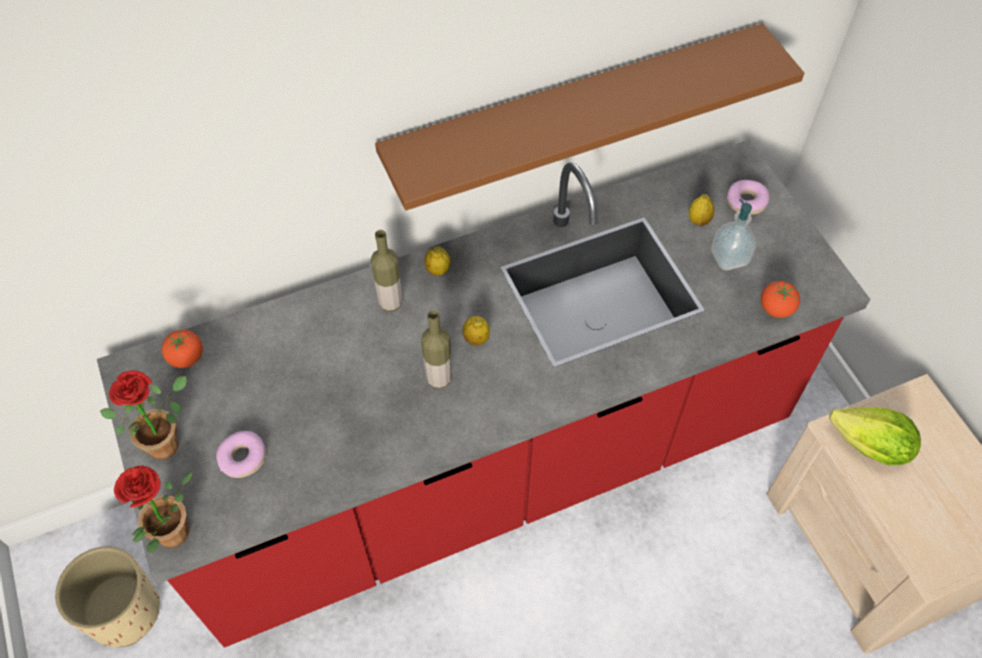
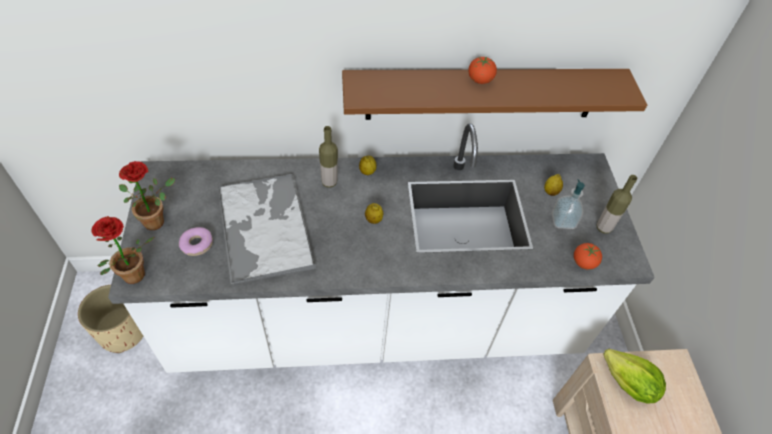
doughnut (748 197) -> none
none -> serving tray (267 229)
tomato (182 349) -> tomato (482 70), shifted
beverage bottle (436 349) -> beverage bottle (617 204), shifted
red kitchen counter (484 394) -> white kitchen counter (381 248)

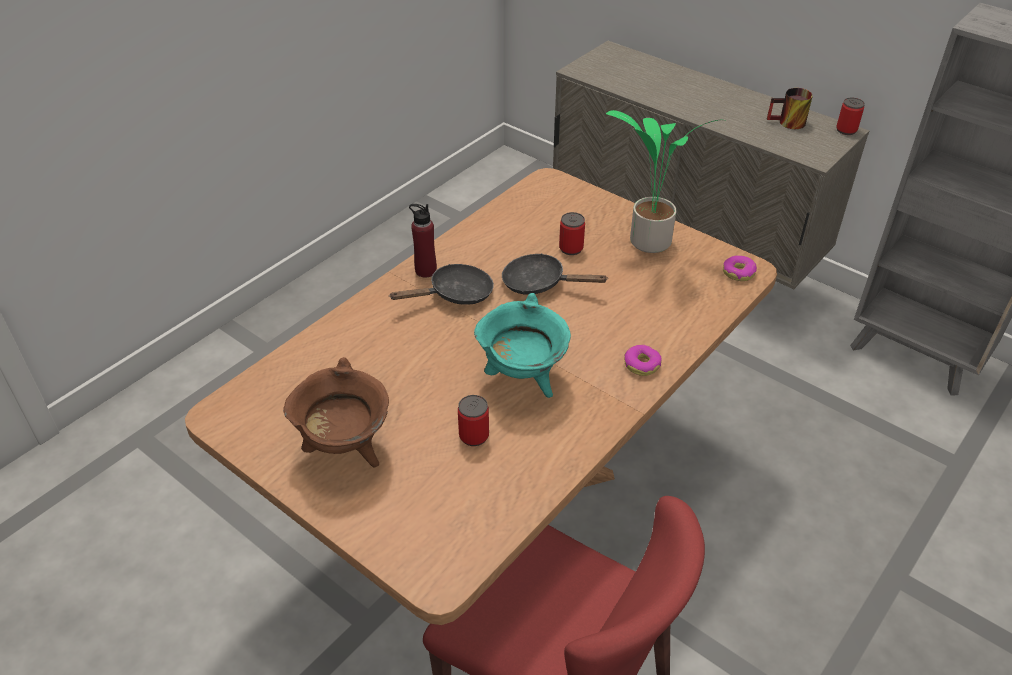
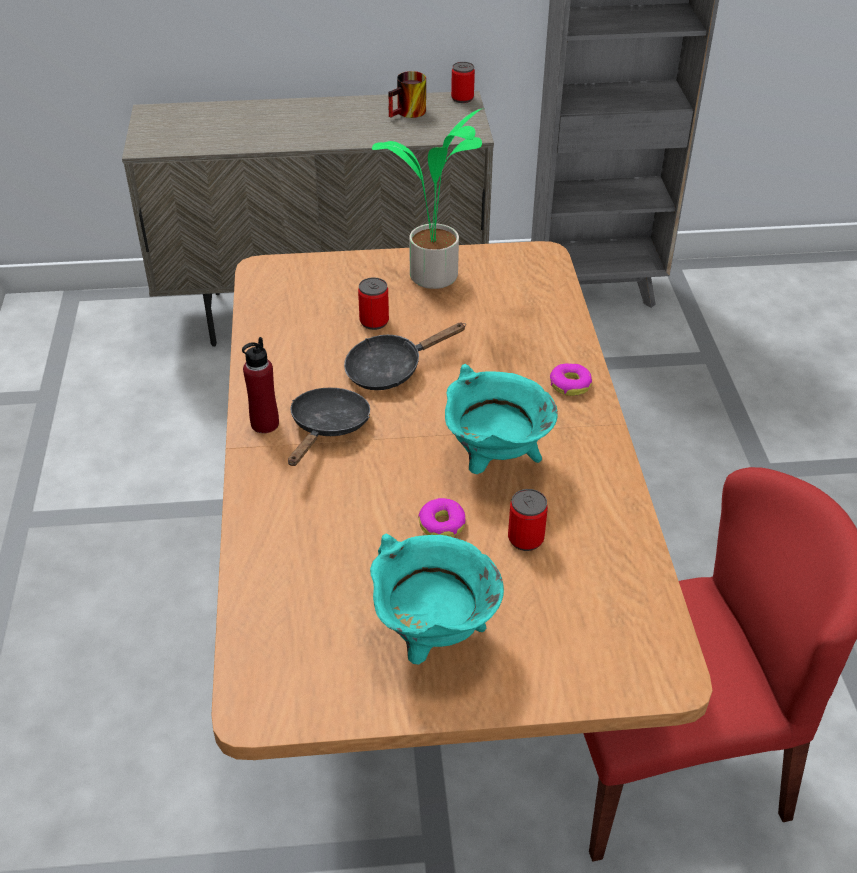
doughnut (740 268) -> doughnut (441 517), shifted
brown-coloured cooking pot (336 412) -> blue-green cooking pot (437 599)

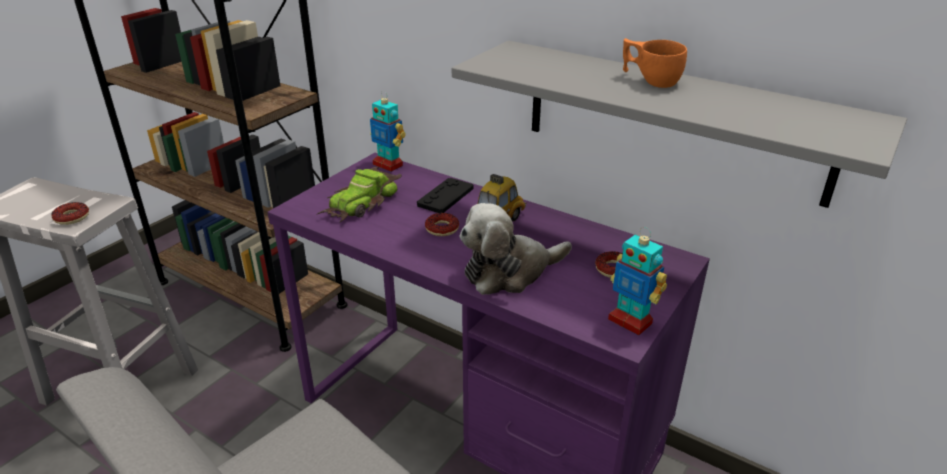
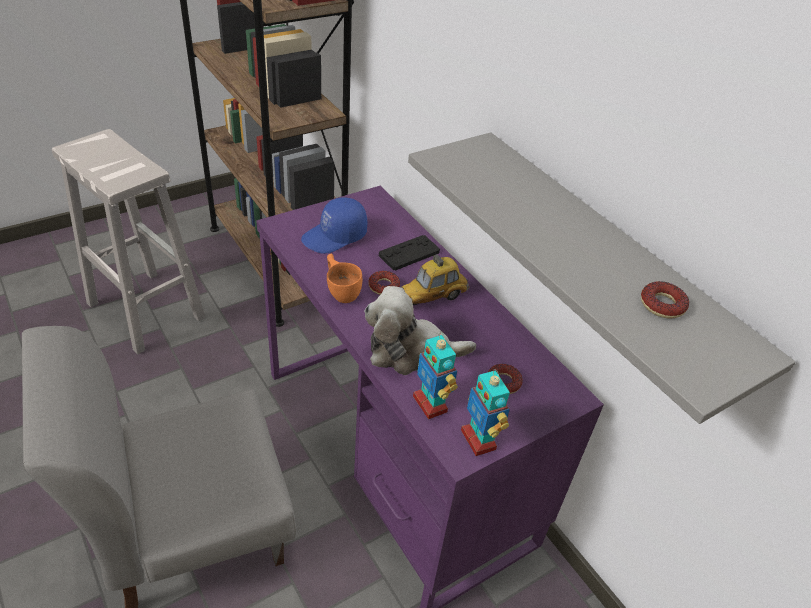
doughnut (70 213) -> doughnut (665 299), shifted
model robot (388 131) -> model robot (435 376), shifted
orange-coloured drinking cup (655 63) -> orange-coloured drinking cup (344 278), shifted
model car (359 195) -> bluish peaked cap (334 225)

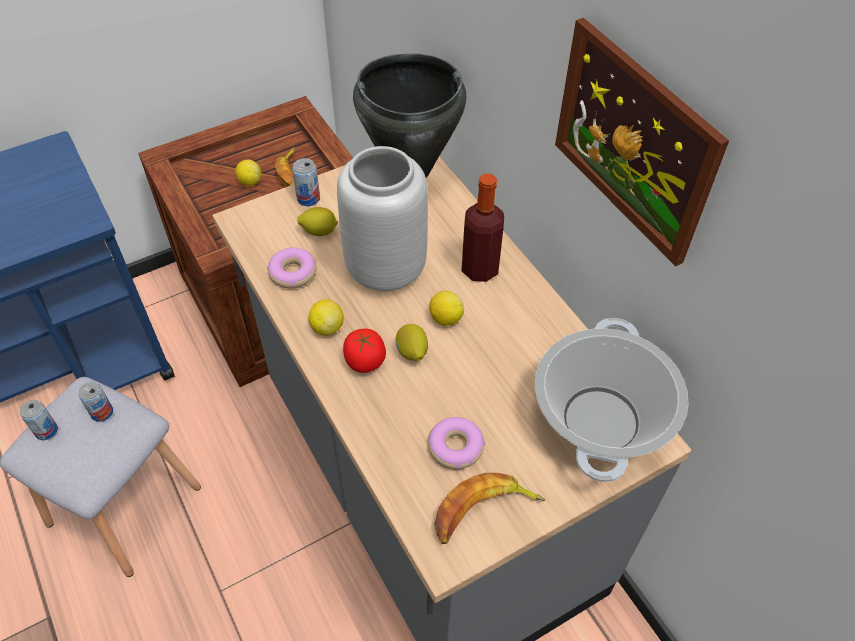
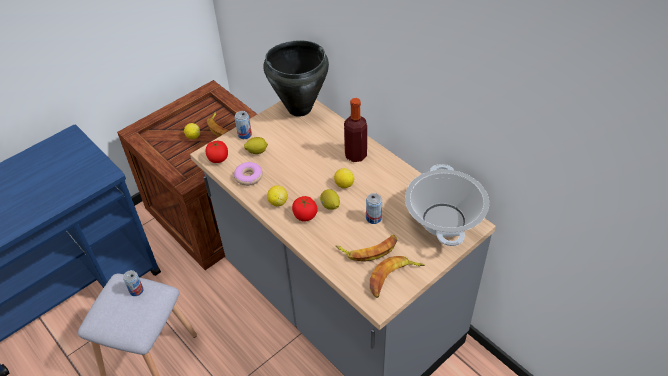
gray decorative vase (382 218) -> none
wall art (642 141) -> none
none -> tomato (217 152)
can (39 420) -> can (374 208), shifted
doughnut (456 443) -> banana (366 248)

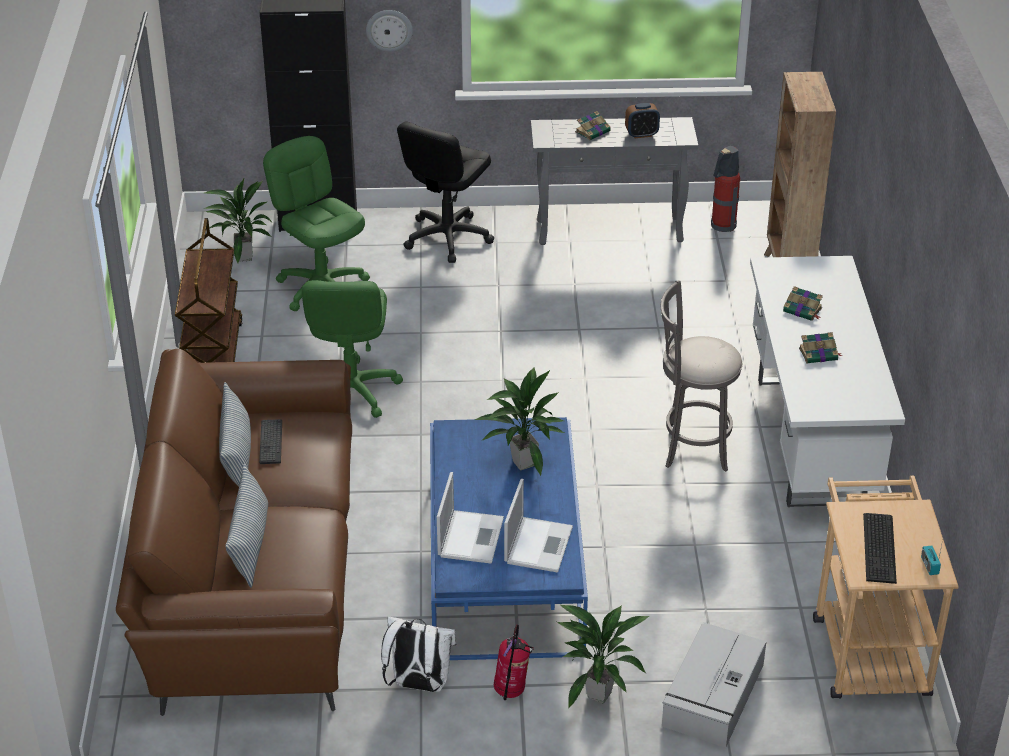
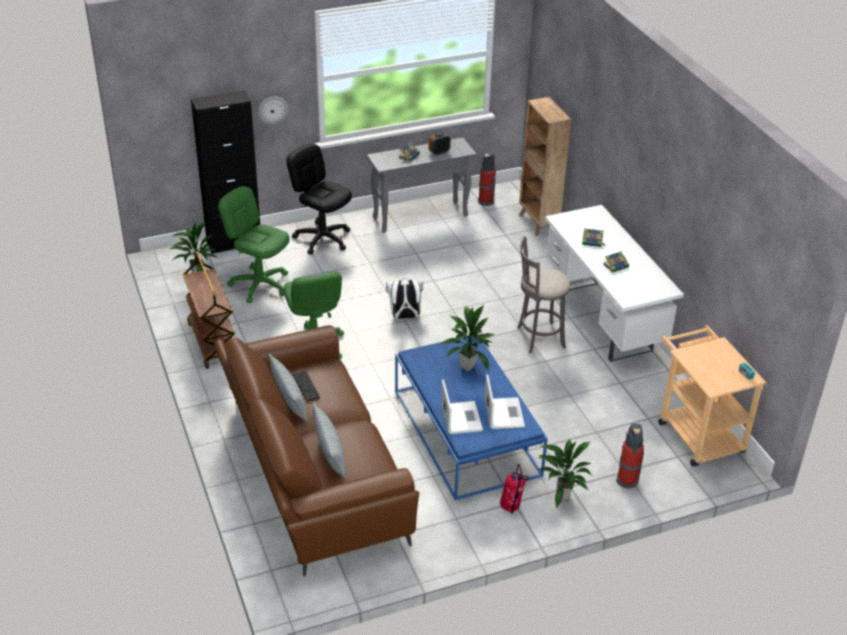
PC keyboard (880 548) -> none
white knapsack (419 654) -> white knapsack (404 298), shifted
gray storage bin (714 684) -> fire extinguisher (630 456)
black-coloured office chair (445 192) -> black-coloured office chair (319 199), 120 degrees clockwise

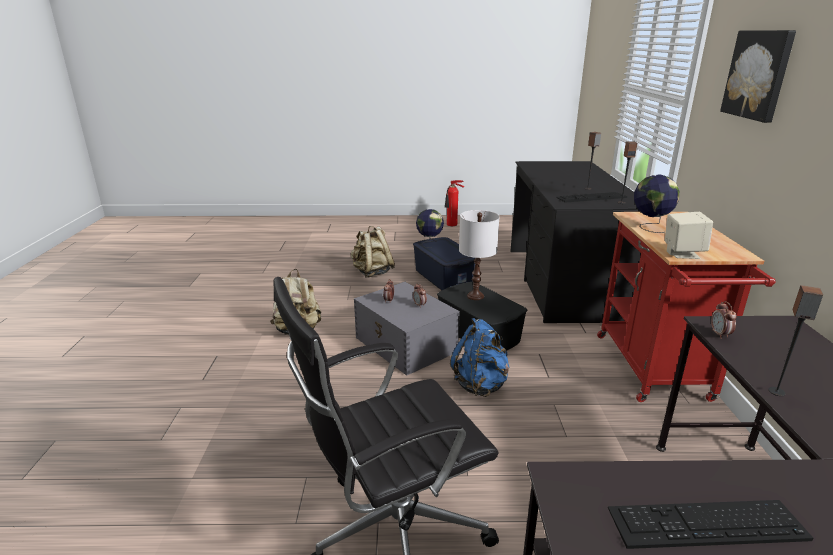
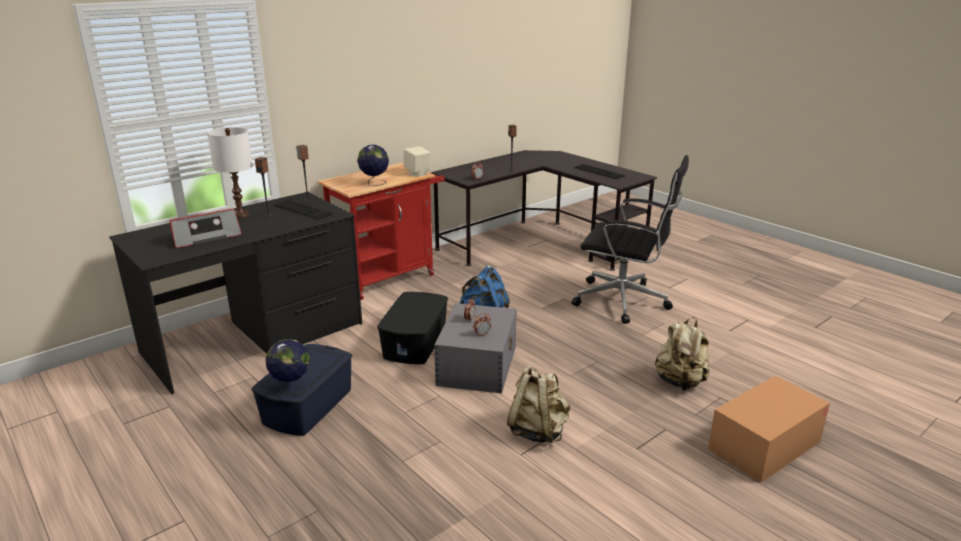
fire extinguisher (454 203) -> none
wall art (758 76) -> none
none -> radio receiver (206 228)
none -> packing box (769 429)
beige knapsack (373 252) -> beige knapsack (682 354), shifted
white lamp for a table (479 255) -> white lamp for a table (230 172), shifted

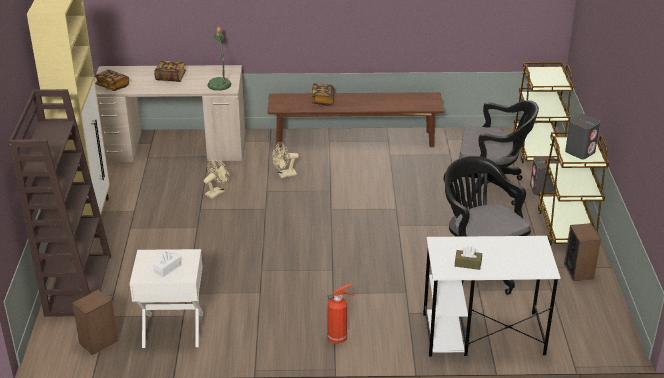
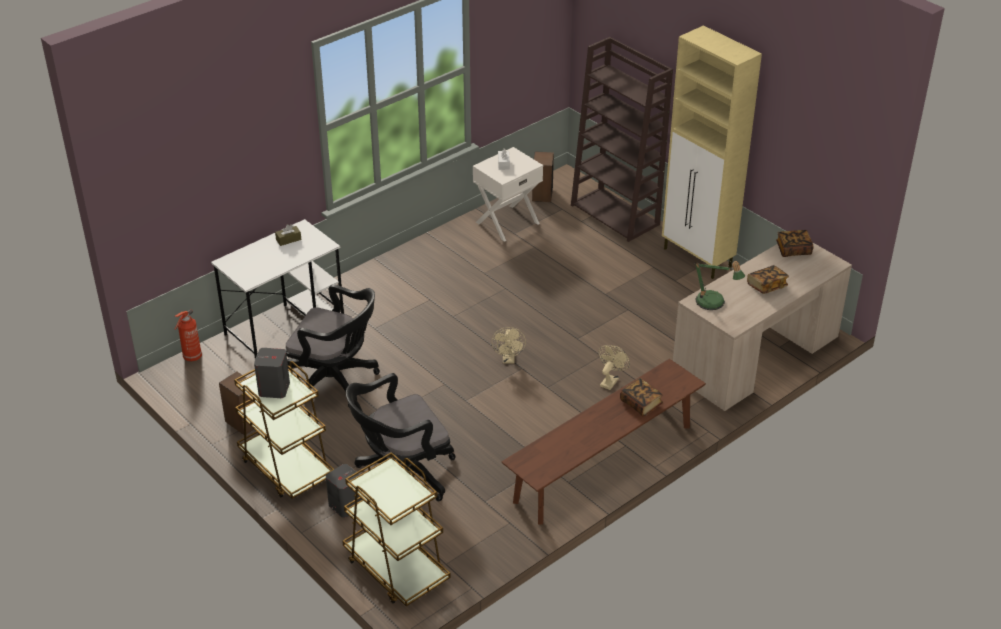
beige fan (216 179) -> beige fan (509 345), shifted
fire extinguisher (341 314) -> fire extinguisher (188 336), shifted

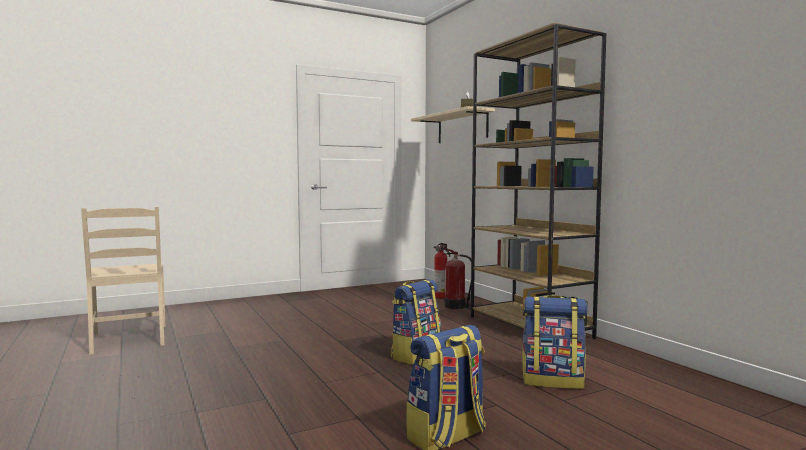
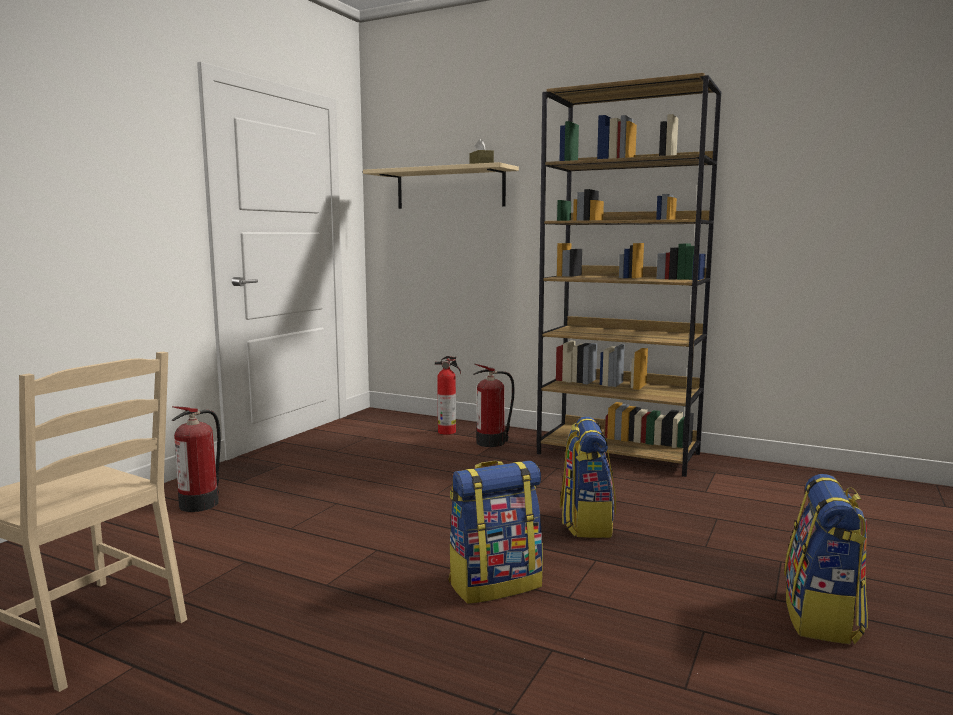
none -> fire extinguisher (196 459)
knapsack (554 342) -> knapsack (495 532), shifted

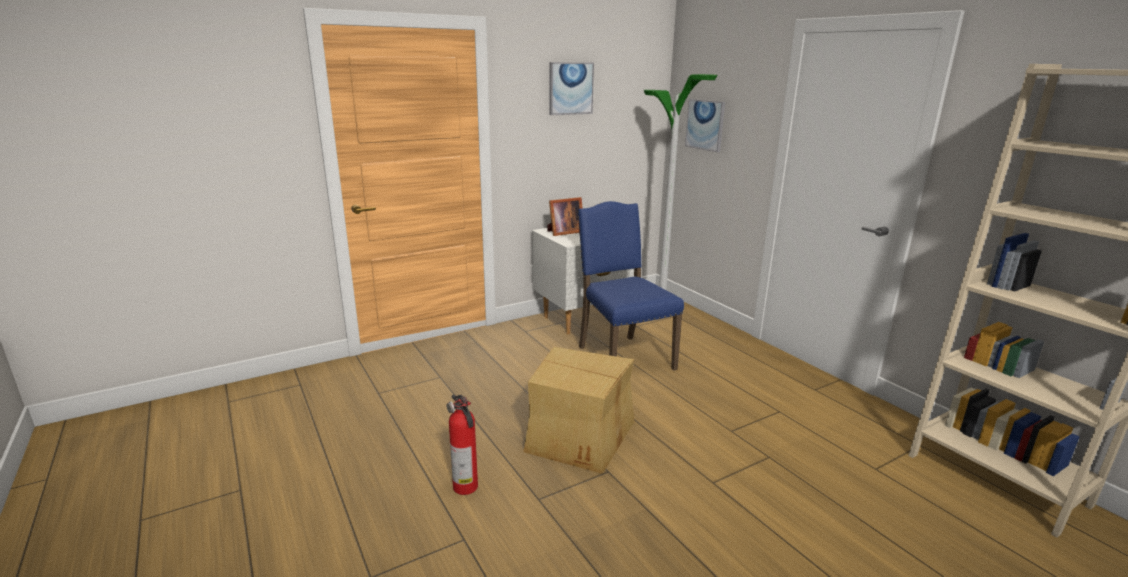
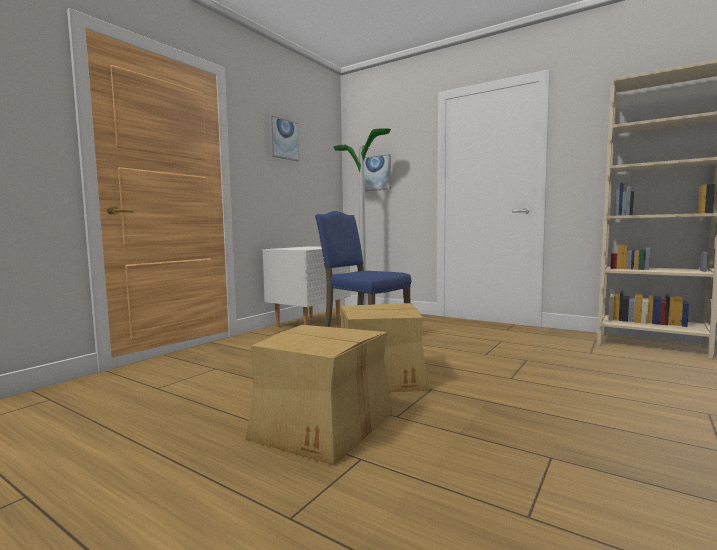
standing frame (565 216) -> none
fire extinguisher (462 444) -> packing box (319 395)

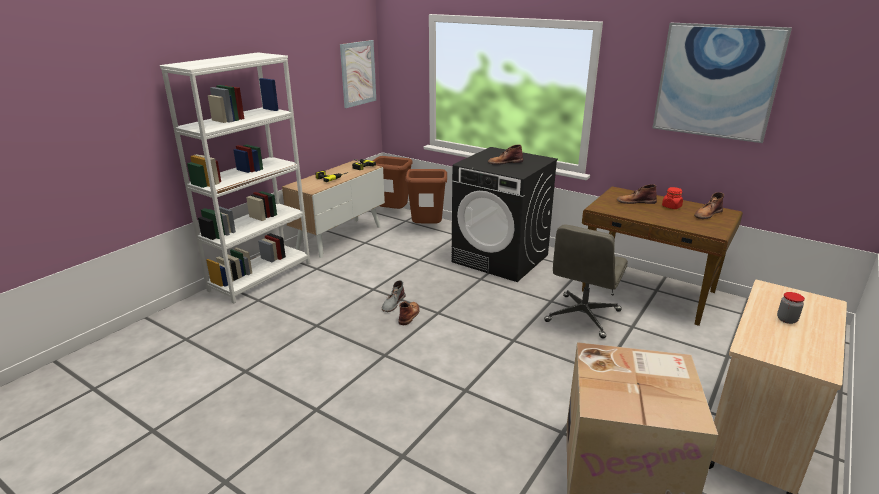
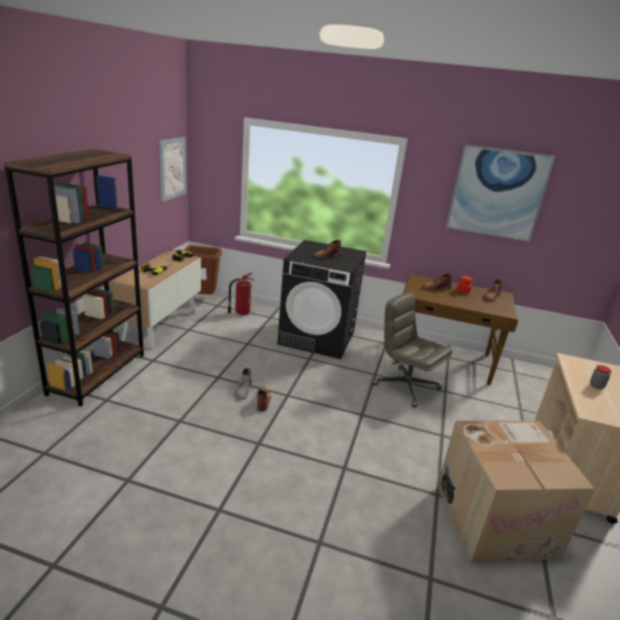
brown-coloured rubbish bin (426 196) -> fire extinguisher (241 294)
white shelving unit (235 177) -> brown-coloured shelving unit (73 277)
gray office chair (586 281) -> gray office chair (412 350), 120 degrees clockwise

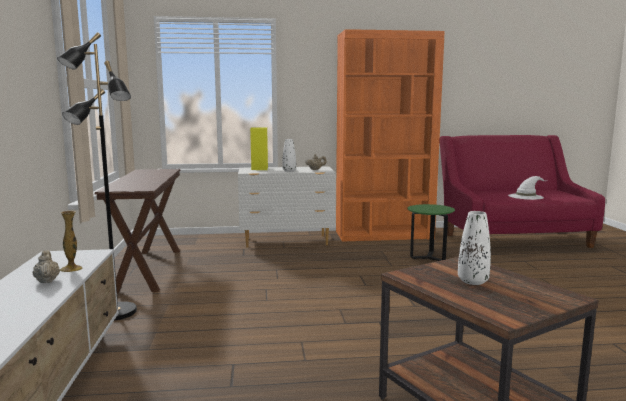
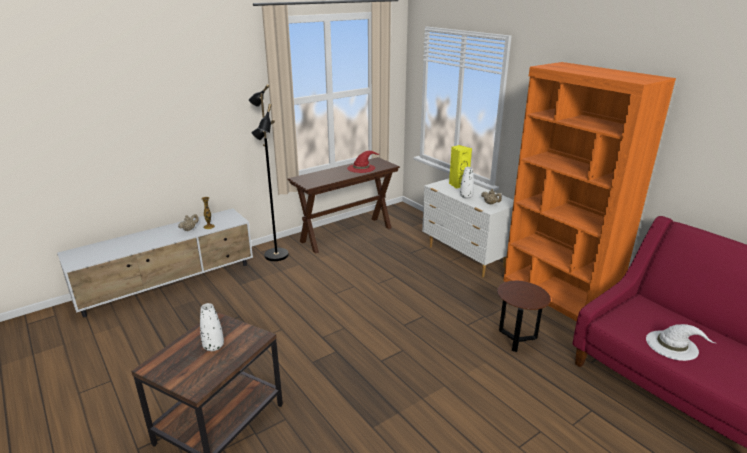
none -> red clothing hat (363 162)
green-coloured side table (431 232) -> brown-coloured side table (524 316)

